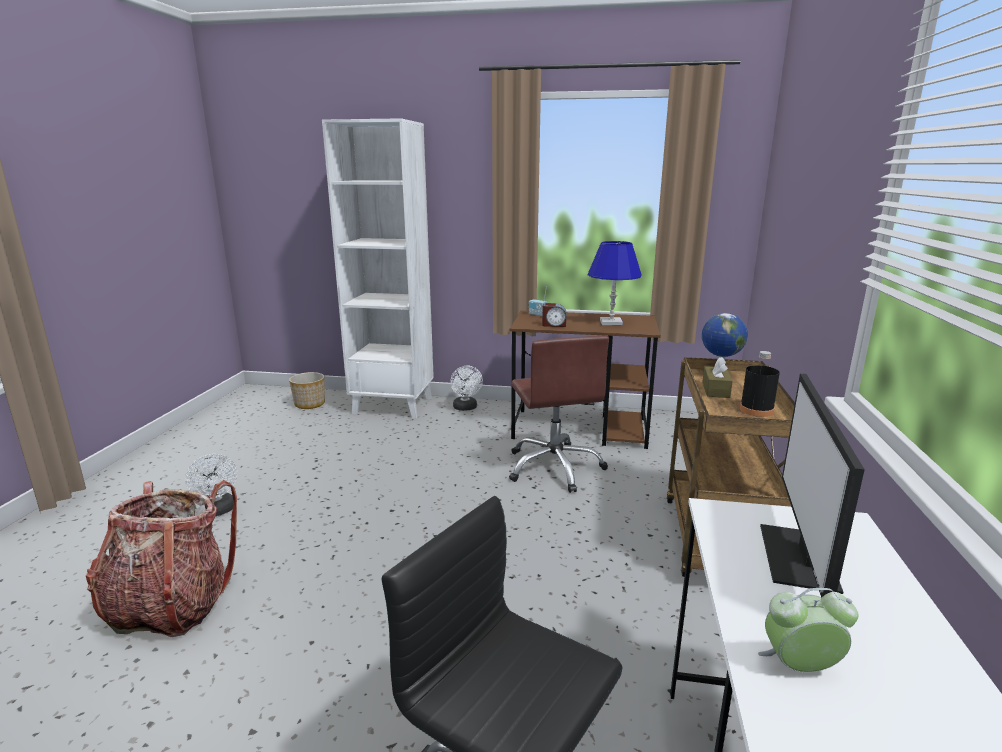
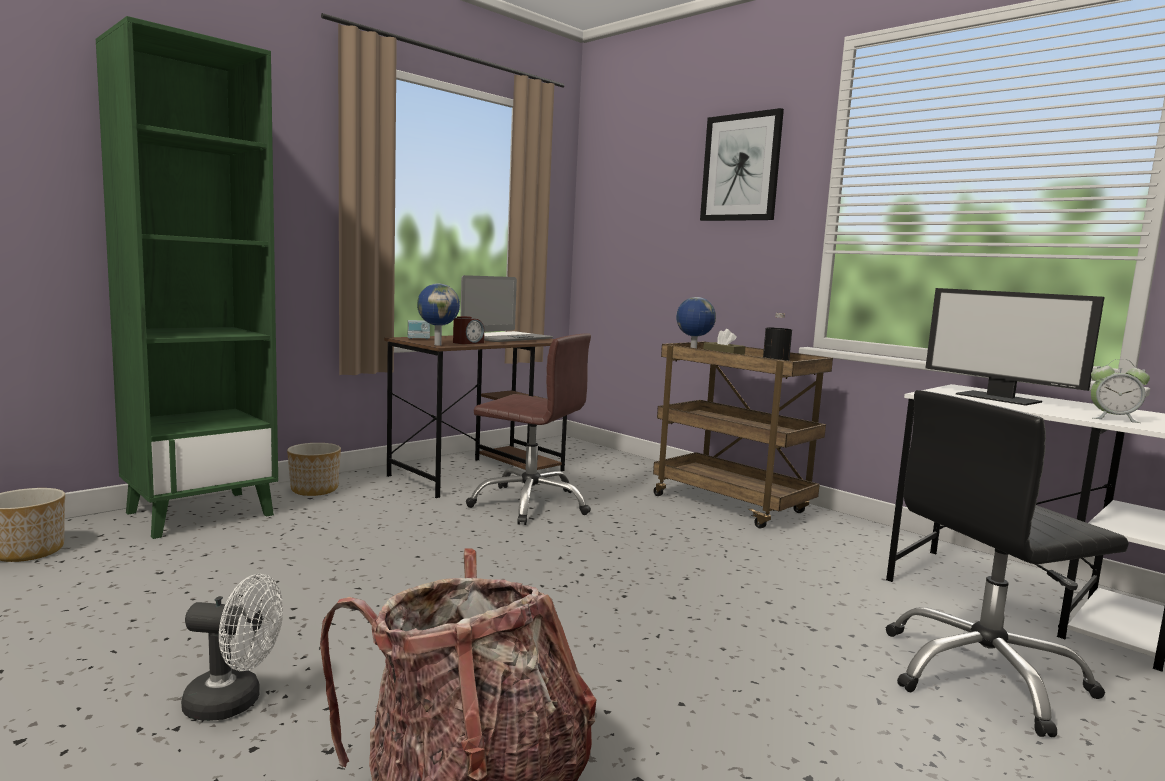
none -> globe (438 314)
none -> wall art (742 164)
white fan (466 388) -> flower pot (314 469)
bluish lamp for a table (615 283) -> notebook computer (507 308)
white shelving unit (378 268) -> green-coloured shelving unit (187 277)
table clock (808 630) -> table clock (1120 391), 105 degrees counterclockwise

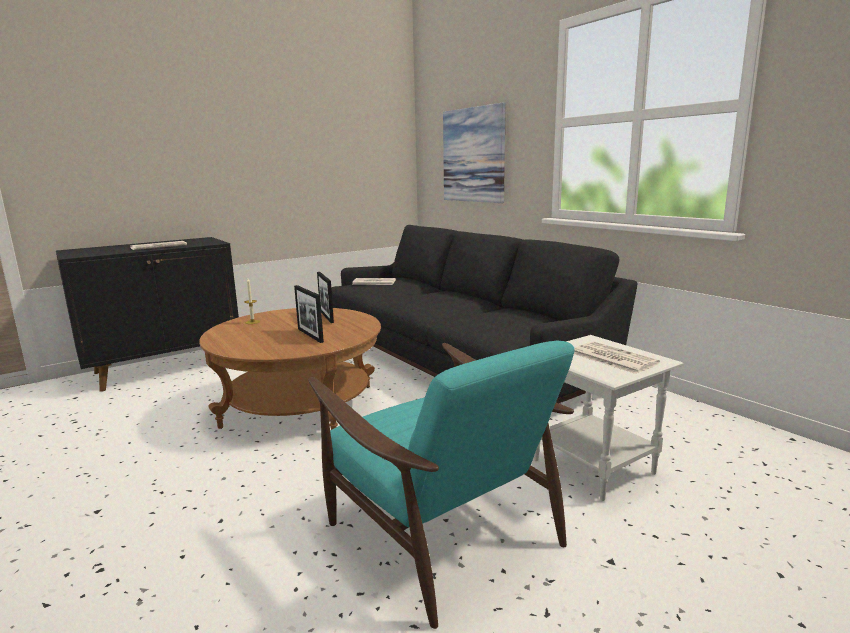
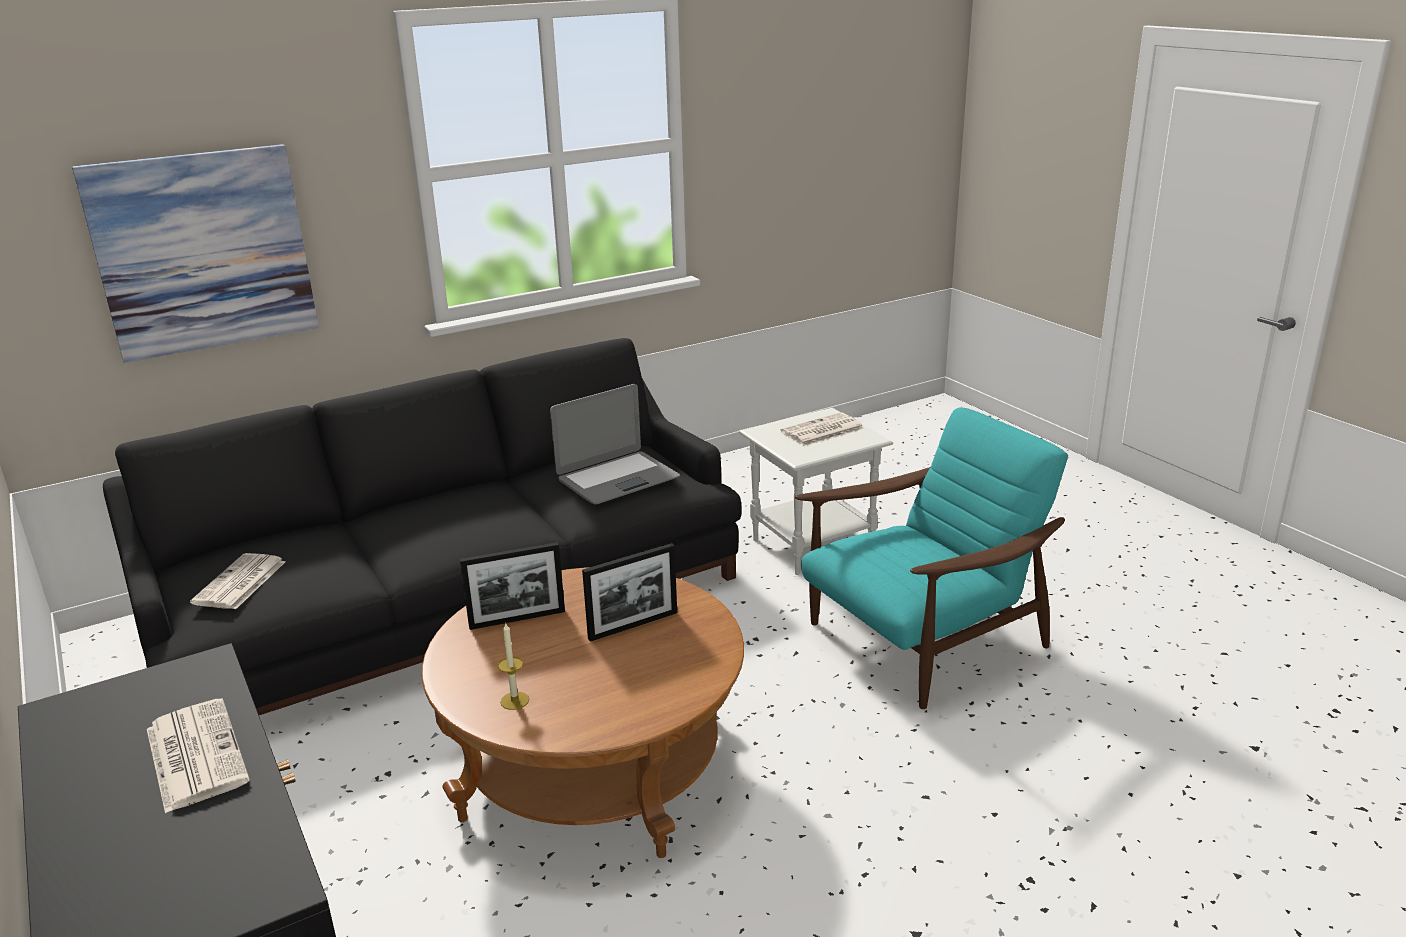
none -> notebook computer (615 444)

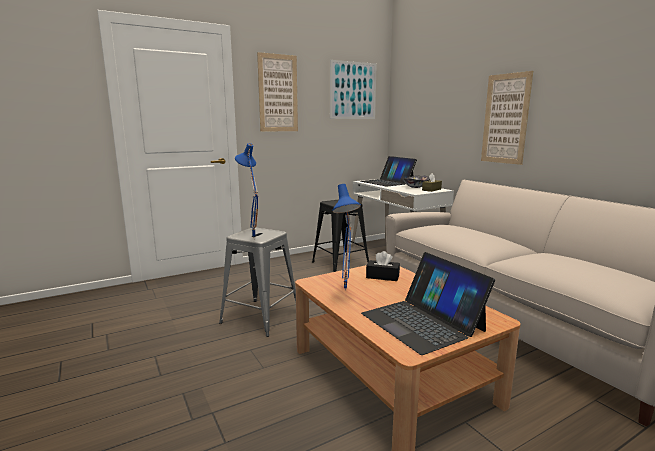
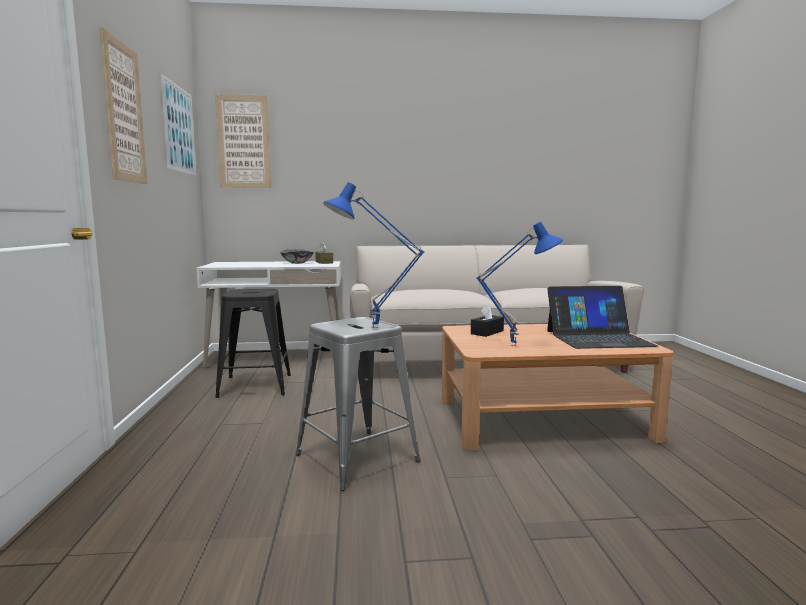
notebook computer (389 171) -> none
wall art (507 118) -> wall art (243 141), shifted

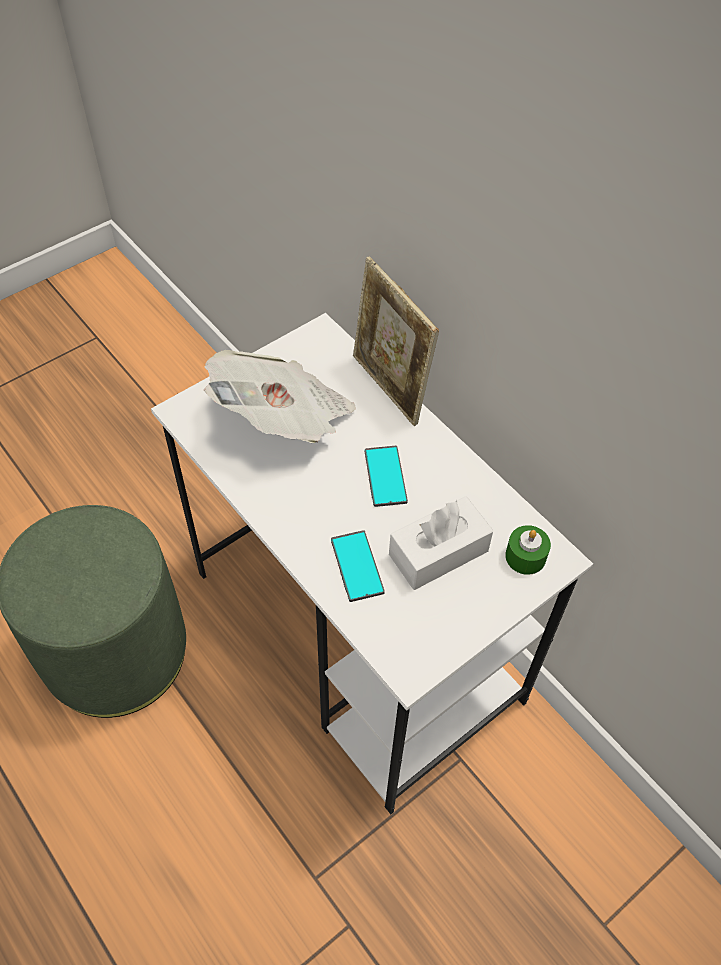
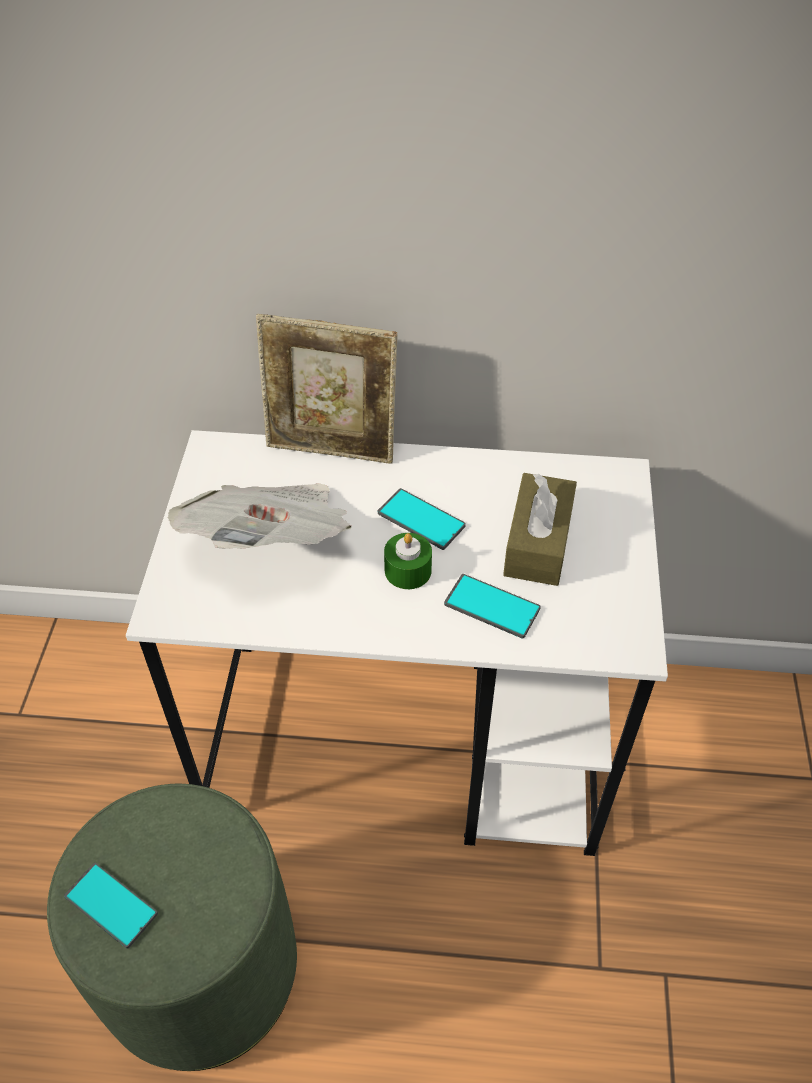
none -> telephone (111 906)
green-coloured candle (528 550) -> green-coloured candle (408 561), shifted
white tissue holder (441 543) -> brown-coloured tissue holder (540 529)

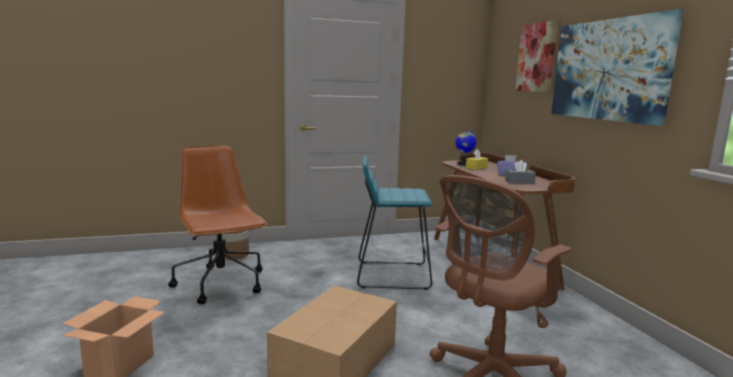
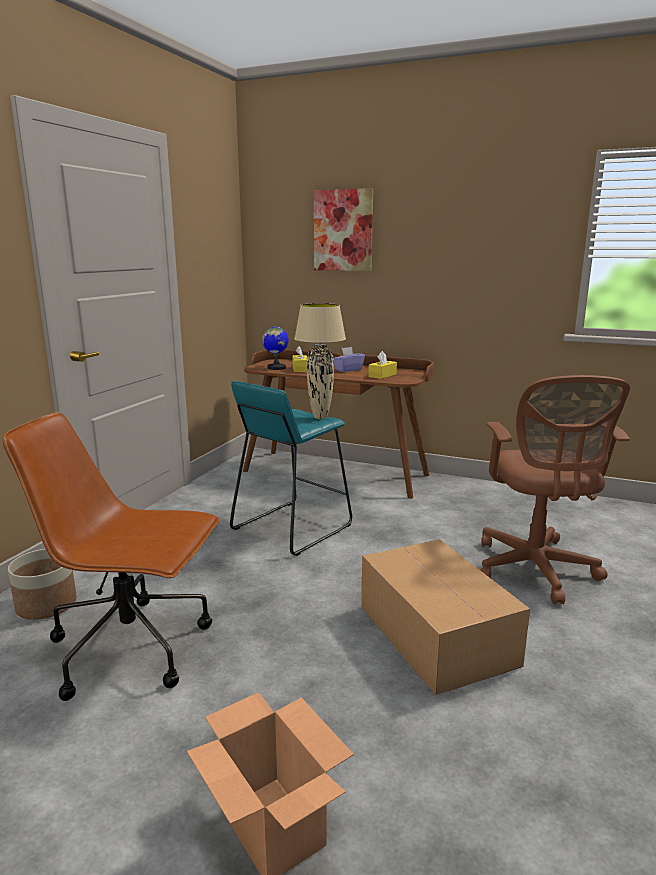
wall art (617 67) -> none
none -> beige lamp for a table (320 361)
gray tissue holder (520 172) -> yellow tissue holder (382 365)

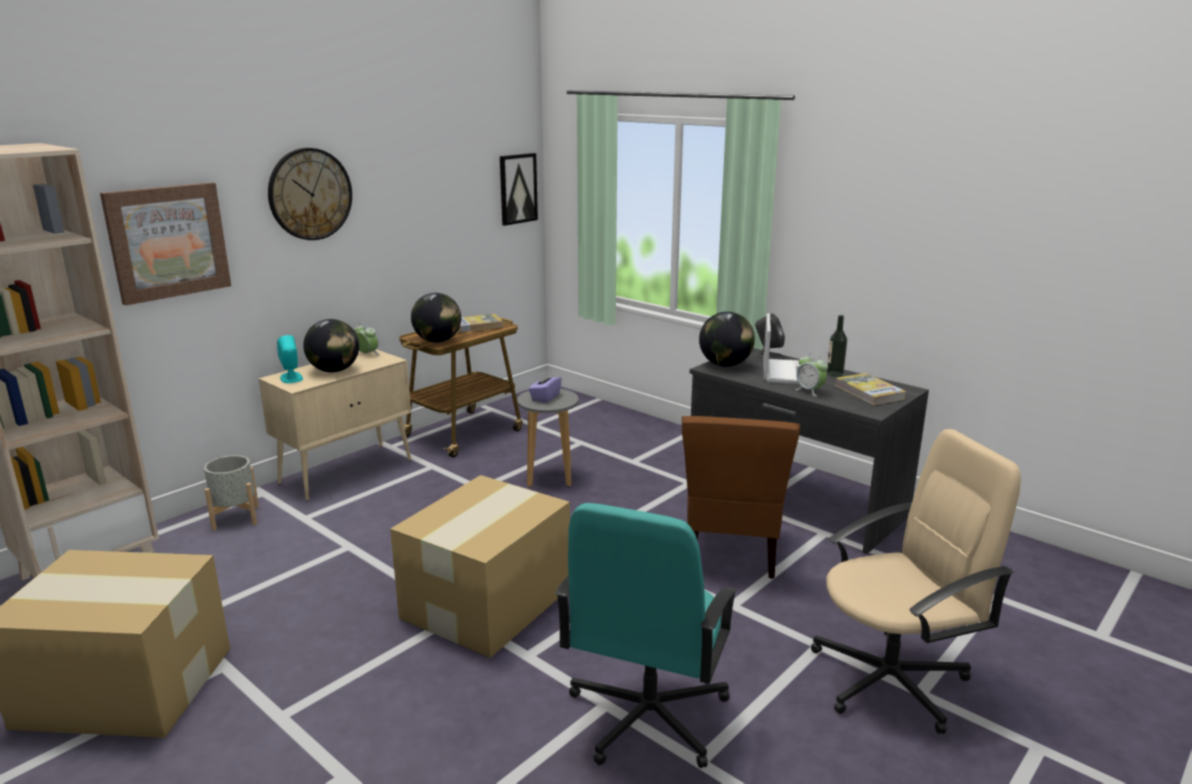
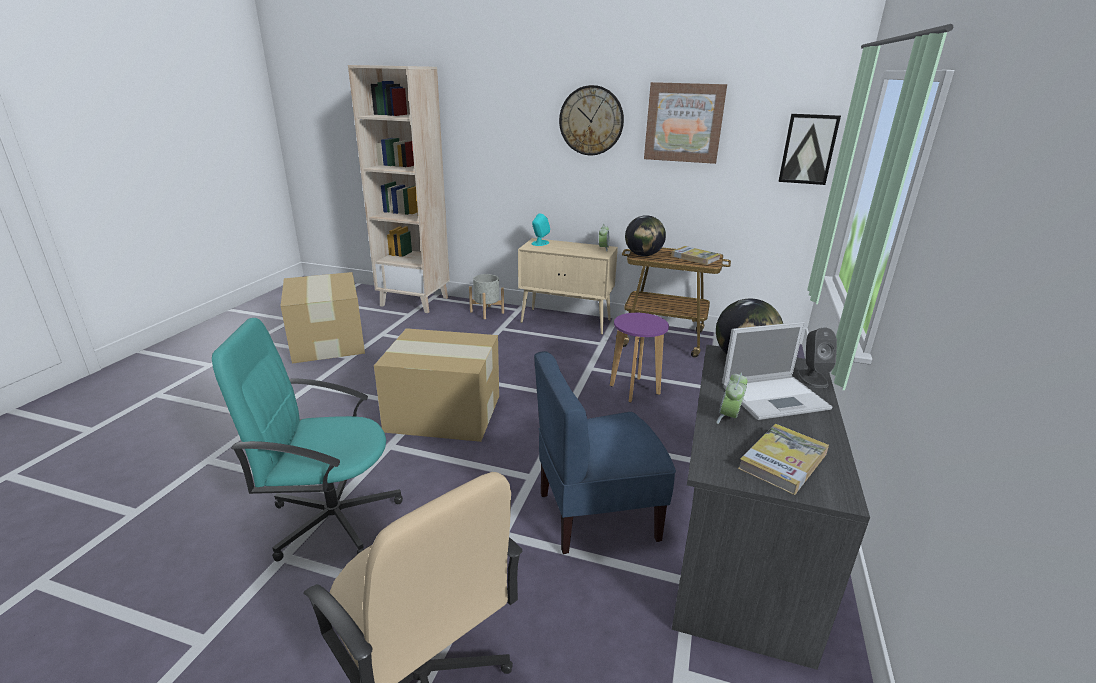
globe (331 345) -> none
purple-coloured tissue holder (545 386) -> none
beverage bottle (837 346) -> none
wall art (165 244) -> wall art (685 123), shifted
gray sitting stool (548 438) -> purple-coloured sitting stool (639 357)
brown-coloured chair (741 497) -> bluish chair (605 452)

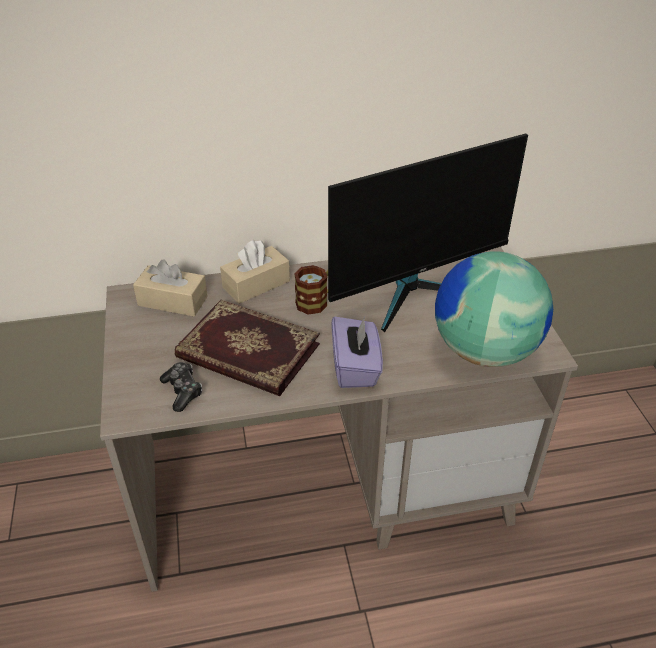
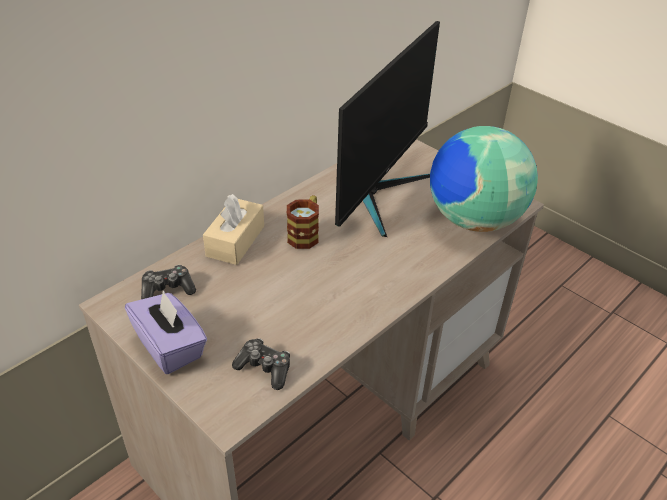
bound book (247 348) -> none
purple-coloured tissue holder (357 352) -> purple-coloured tissue holder (166 332), shifted
beige tissue holder (170 288) -> joypad (168 282)

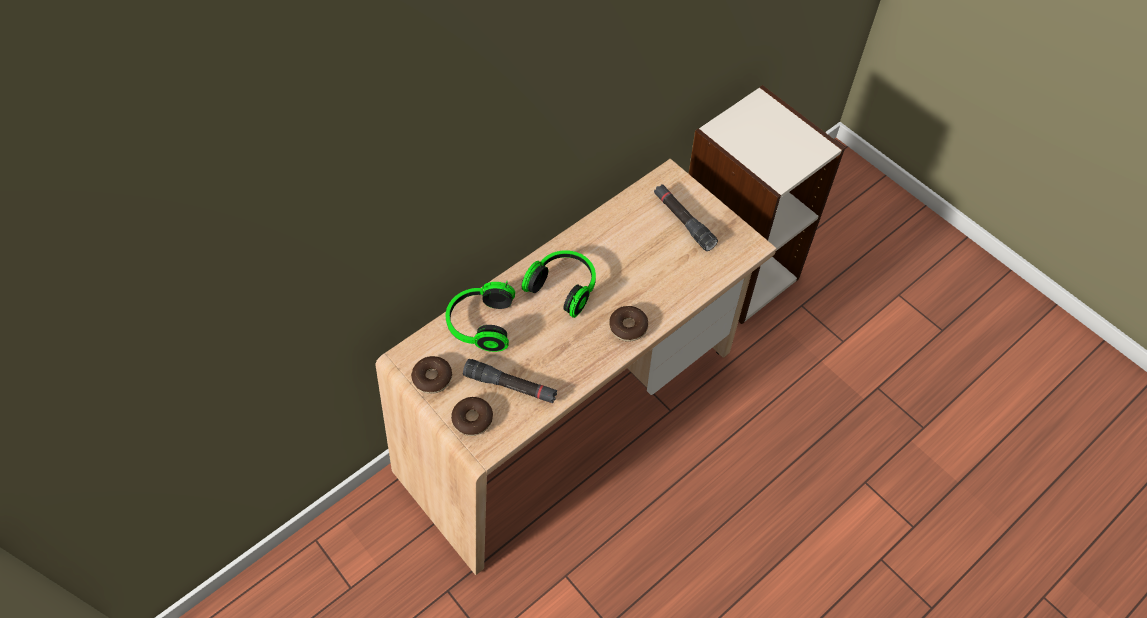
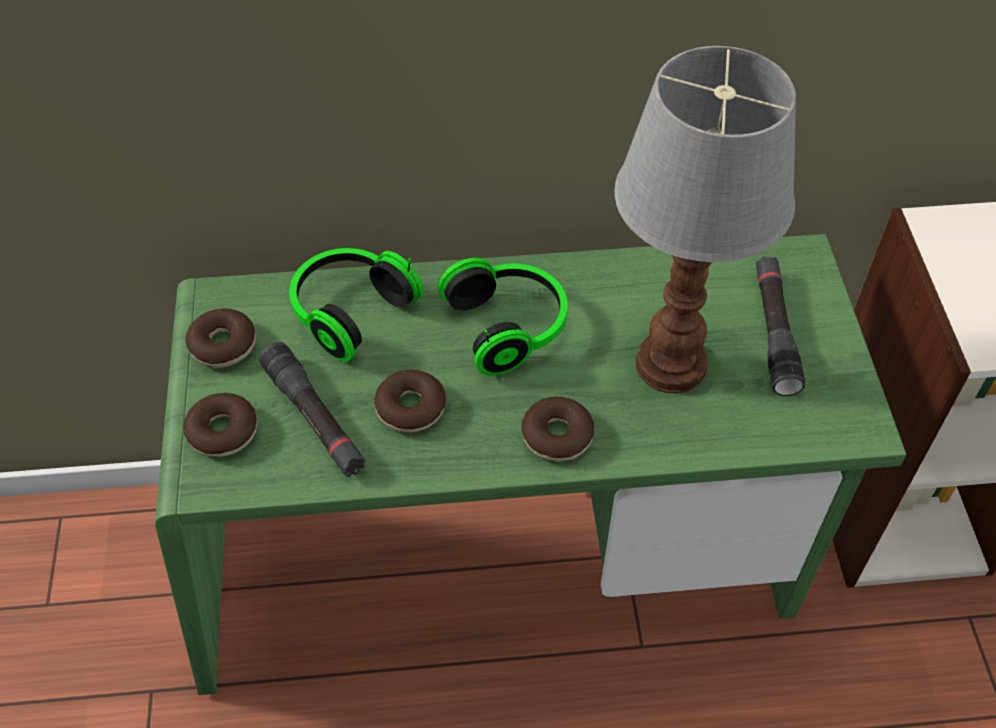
none -> doughnut (410 401)
none -> lamp for a table (705 220)
beige desk unit (576 367) -> green-coloured desk unit (530 464)

